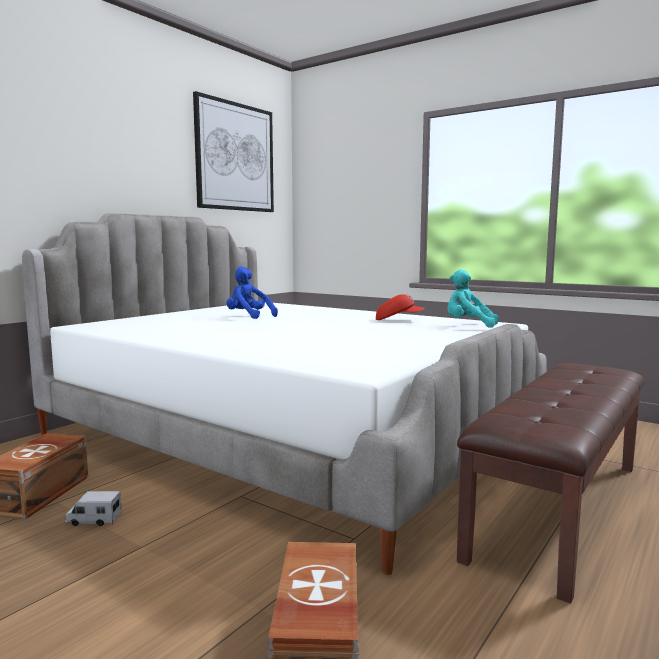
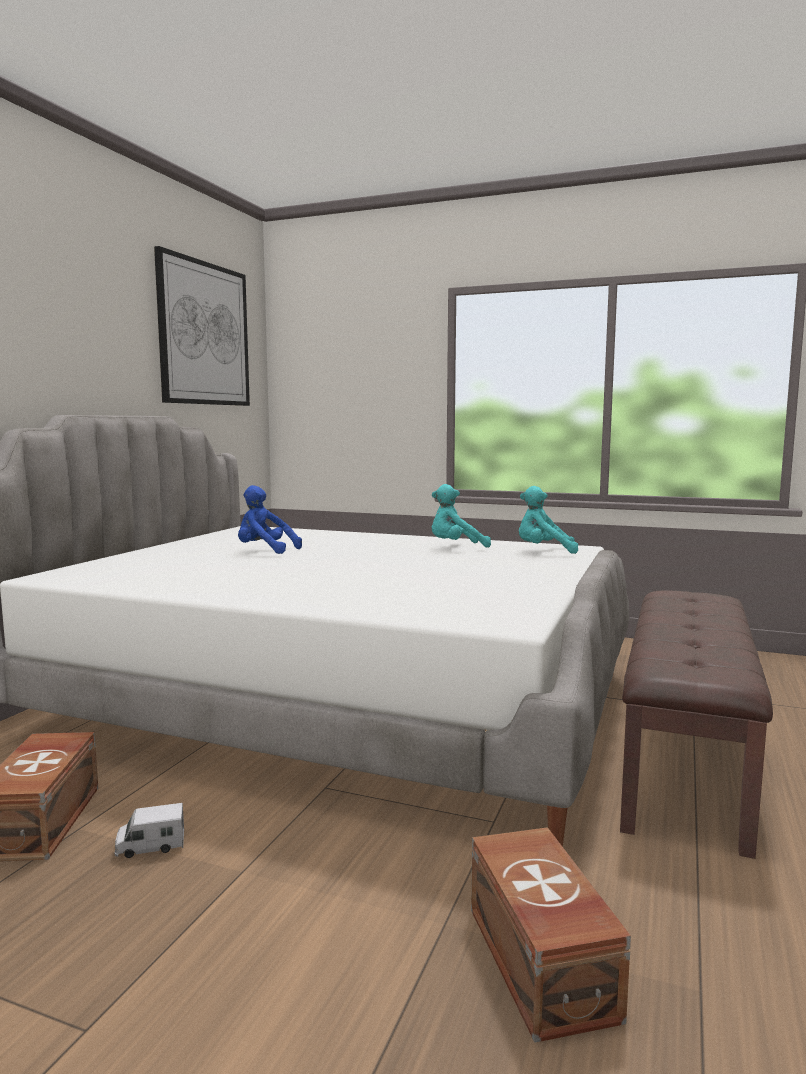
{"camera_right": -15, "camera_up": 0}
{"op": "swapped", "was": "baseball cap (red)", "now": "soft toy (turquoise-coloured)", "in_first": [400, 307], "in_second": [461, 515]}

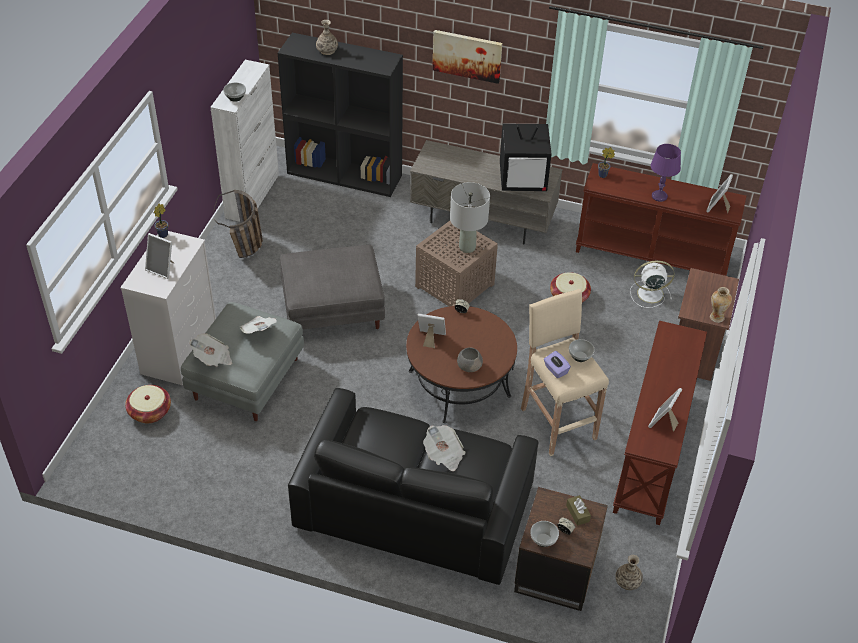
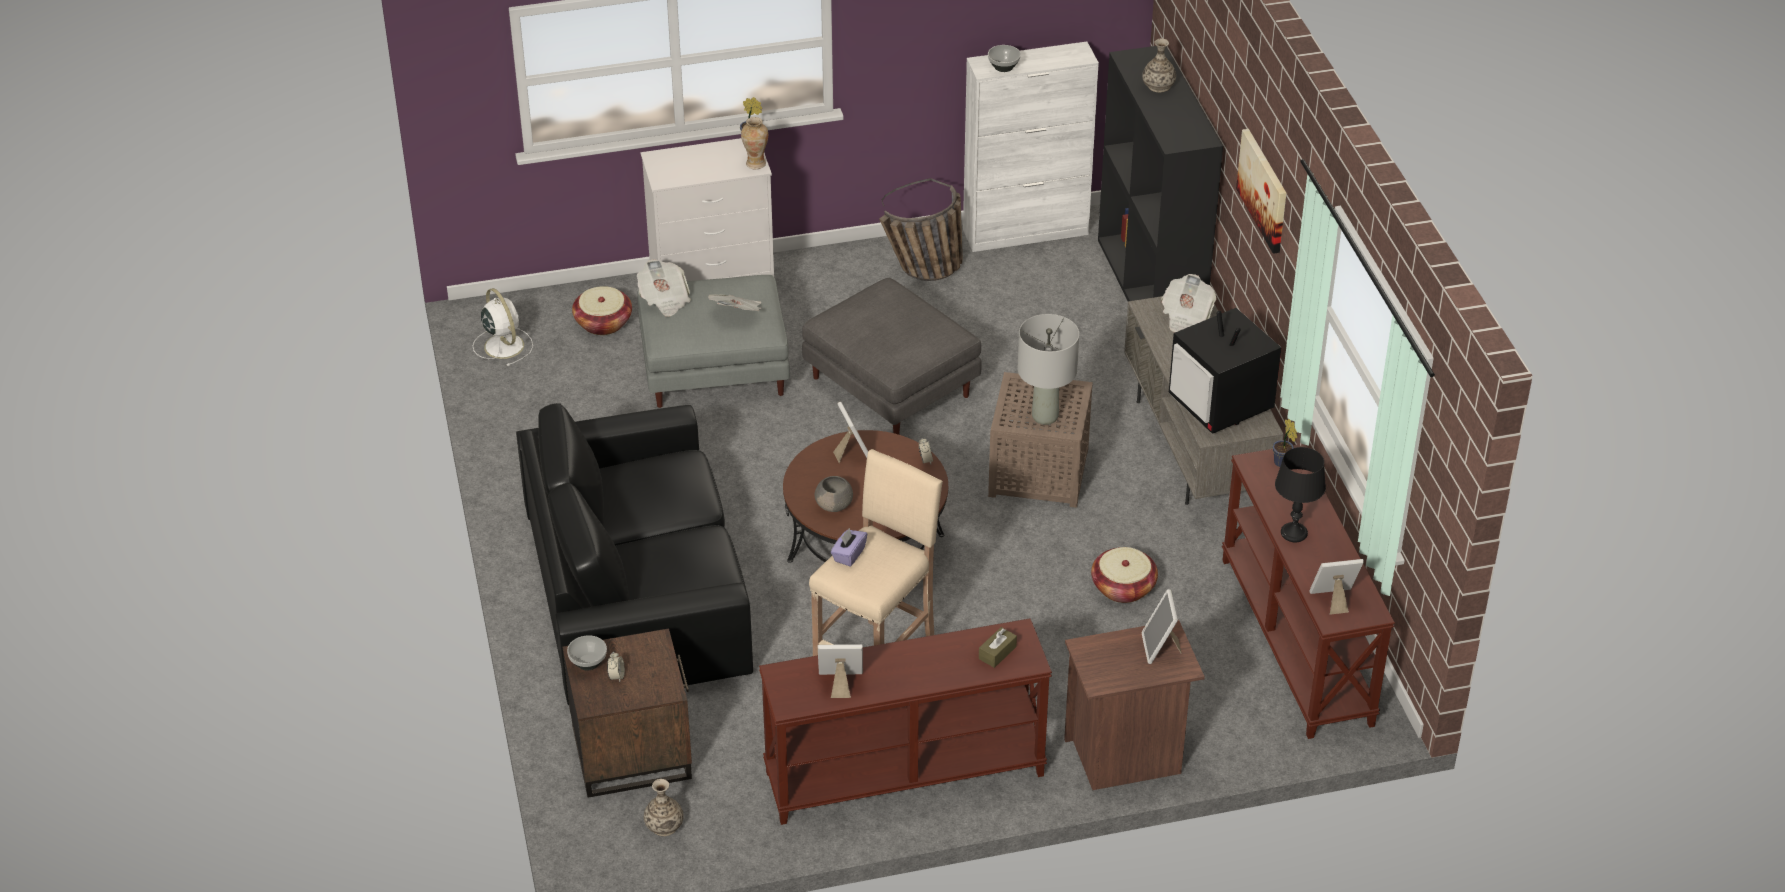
{"camera_right": 60, "camera_up": -5}
{"op": "shifted", "was": "picture frame", "in_first": [159, 256], "in_second": [1161, 626]}
{"op": "shifted", "was": "daily paper", "in_first": [444, 448], "in_second": [1188, 303]}
{"op": "shifted", "was": "tissue box (brownish)", "in_first": [578, 510], "in_second": [998, 647]}
{"op": "gone", "was": "bowl", "in_first": [582, 350]}
{"op": "shifted", "was": "electric fan (white-coloured)", "in_first": [652, 284], "in_second": [503, 327]}
{"op": "repainted", "was": "lamp for a table (purple-coloured)", "now": "lamp for a table (black-coloured)", "in_first": [666, 173], "in_second": [1300, 494]}
{"op": "shifted", "was": "flower vase", "in_first": [721, 305], "in_second": [754, 143]}

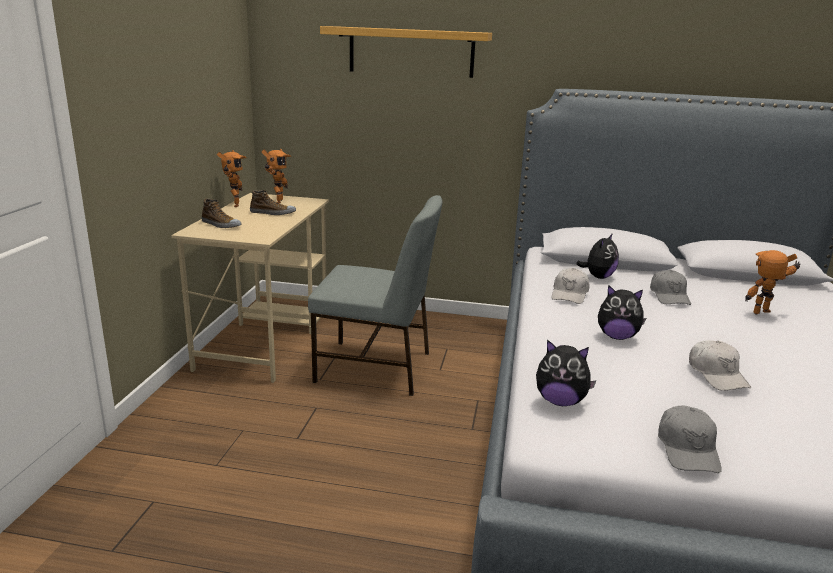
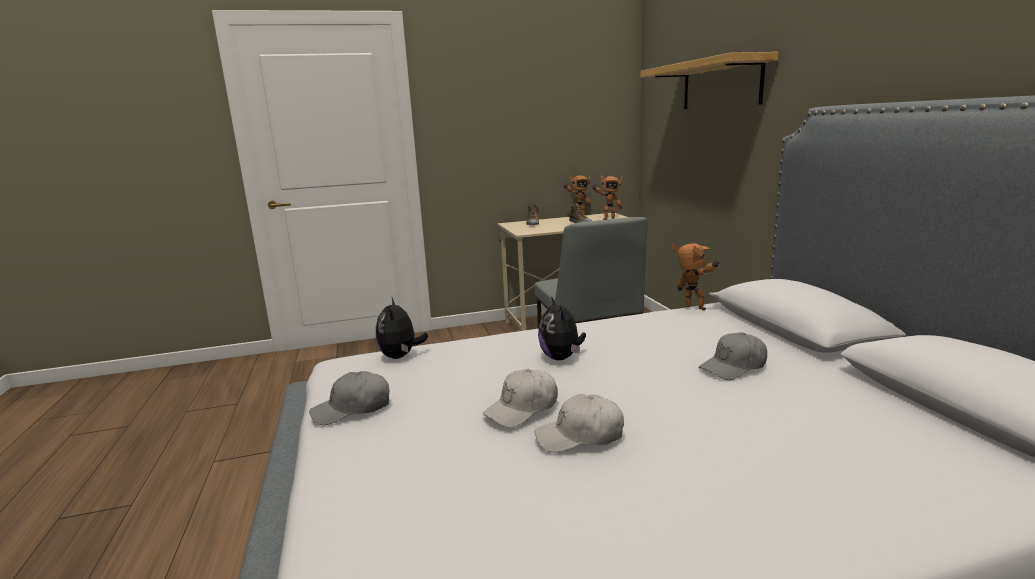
{"camera_right": 65, "camera_up": -5}
{"op": "shifted", "was": "baseball cap (white-coloured)", "in_first": [570, 286], "in_second": [579, 423]}
{"op": "gone", "was": "soft toy", "in_first": [597, 256]}
{"op": "shifted", "was": "toy robot", "in_first": [773, 282], "in_second": [695, 276]}

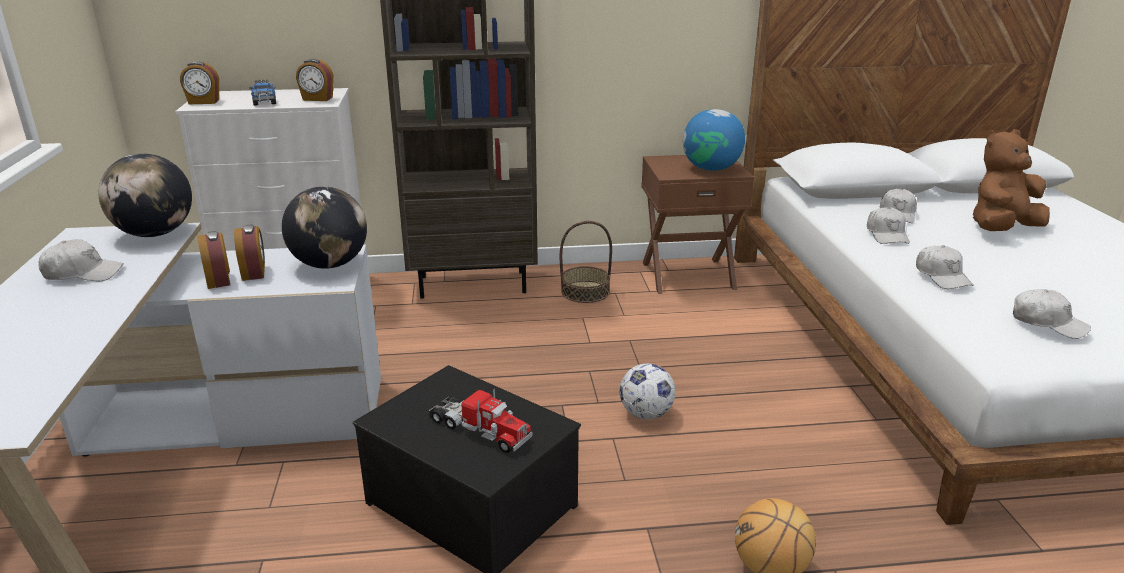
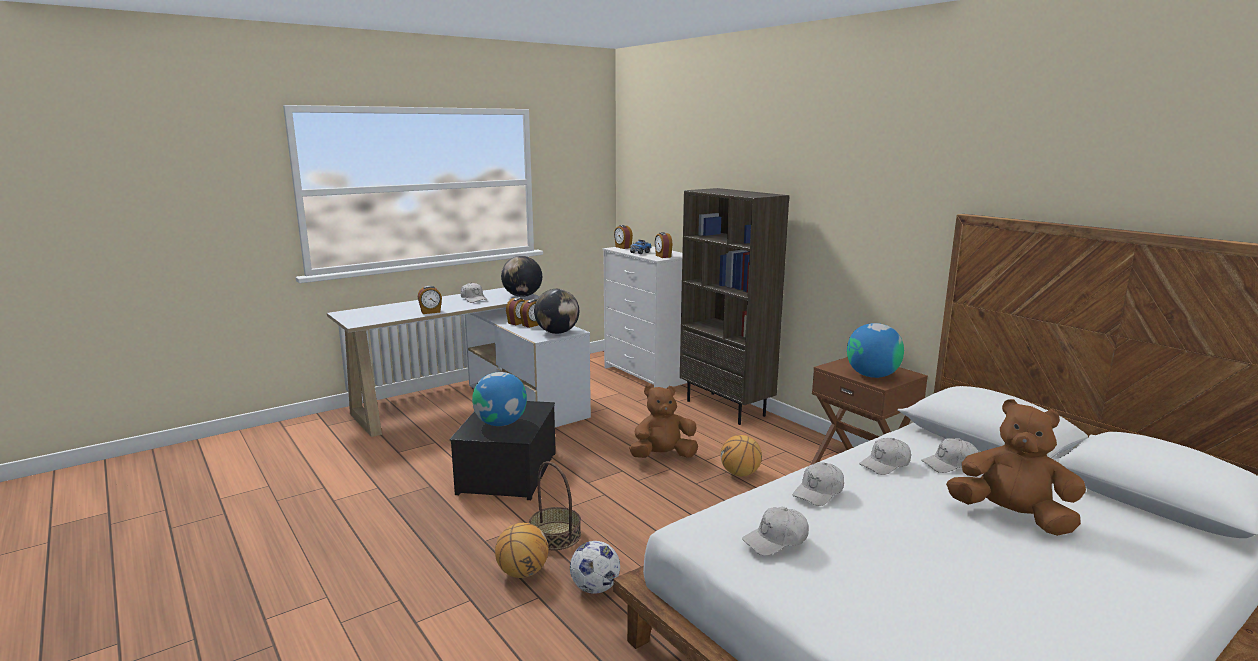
{"camera_right": 60, "camera_up": -10}
{"op": "swapped", "was": "toy truck", "now": "world globe", "in_first": [481, 420], "in_second": [499, 399]}
{"op": "shifted", "was": "household basket", "in_first": [586, 262], "in_second": [555, 505]}
{"op": "shifted", "was": "ball for football", "in_first": [648, 391], "in_second": [595, 567]}
{"op": "rotated", "was": "baseball cap (white-coloured)", "in_first": [1052, 314], "in_second": [775, 531], "clockwise": 60}
{"op": "new", "now": "table clock", "in_second": [430, 300]}
{"op": "new", "now": "soft toy (brownish)", "in_second": [663, 422]}
{"op": "new", "now": "basketball", "in_second": [741, 456]}

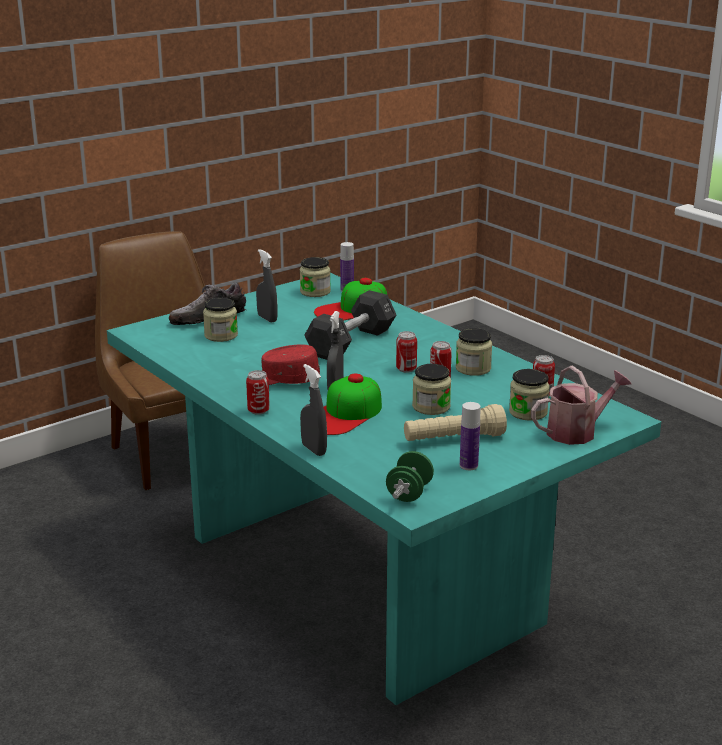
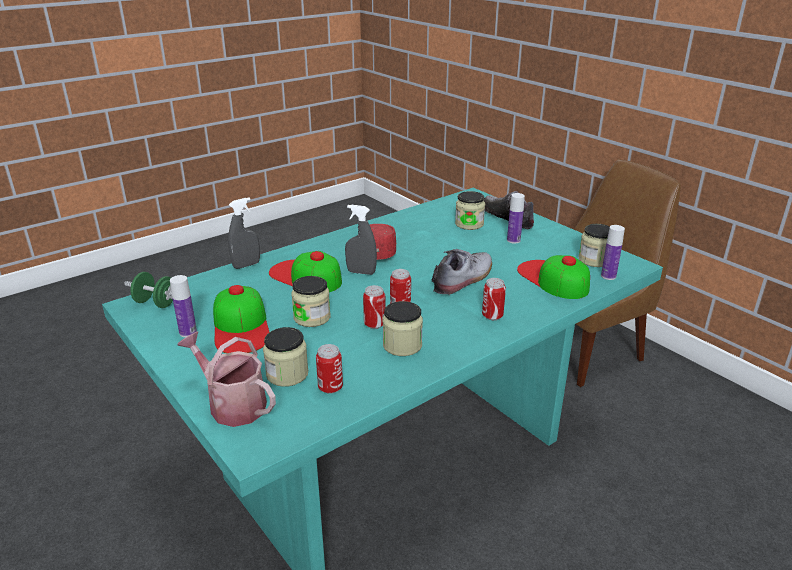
{"camera_right": 90, "camera_up": 5}
{"op": "shifted", "was": "can", "in_first": [258, 392], "in_second": [494, 299]}
{"op": "swapped", "was": "hand sprayer (grey)", "now": "bottle", "in_first": [266, 286], "in_second": [516, 218]}
{"op": "swapped", "was": "free weight (black-coloured)", "now": "shoe", "in_first": [350, 325], "in_second": [461, 272]}
{"op": "swapped", "was": "hand torch (beige)", "now": "baseball cap", "in_first": [455, 422], "in_second": [241, 319]}
{"op": "rotated", "was": "sprinkling can", "in_first": [581, 405], "in_second": [226, 379], "clockwise": 150}

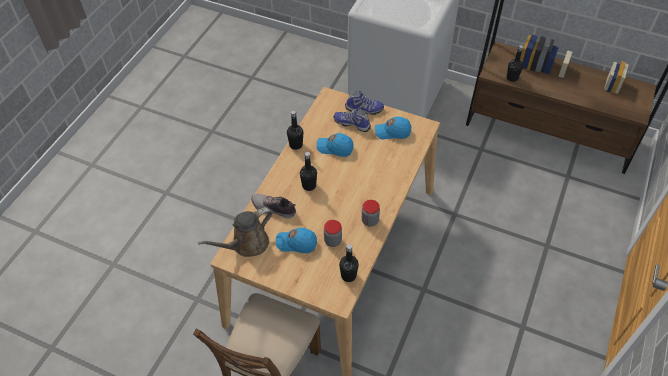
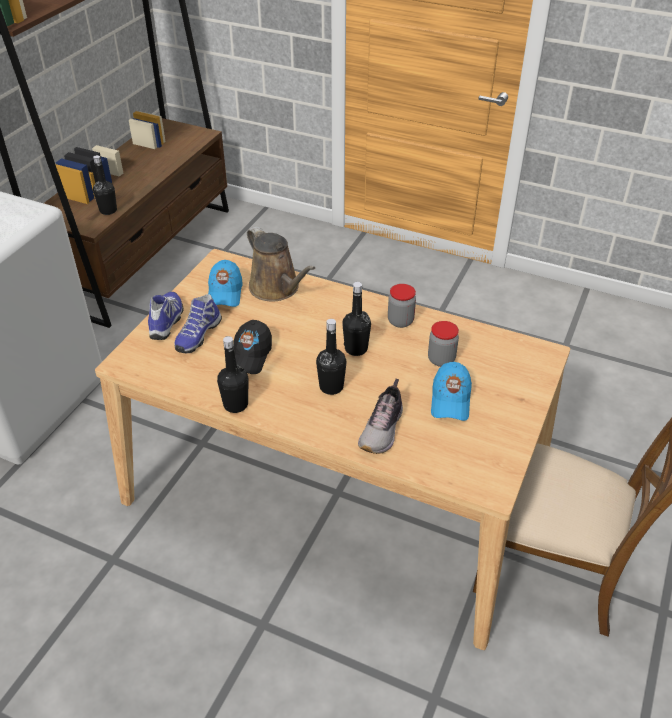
{"camera_right": -90, "camera_up": -10}
{"op": "shifted", "was": "sprinkling can (brownish)", "in_first": [235, 232], "in_second": [281, 264]}
{"op": "repainted", "was": "baseball cap (bluish)", "now": "baseball cap (black-coloured)", "in_first": [334, 145], "in_second": [253, 347]}
{"op": "shifted", "was": "bottle (black-coloured)", "in_first": [349, 263], "in_second": [356, 319]}

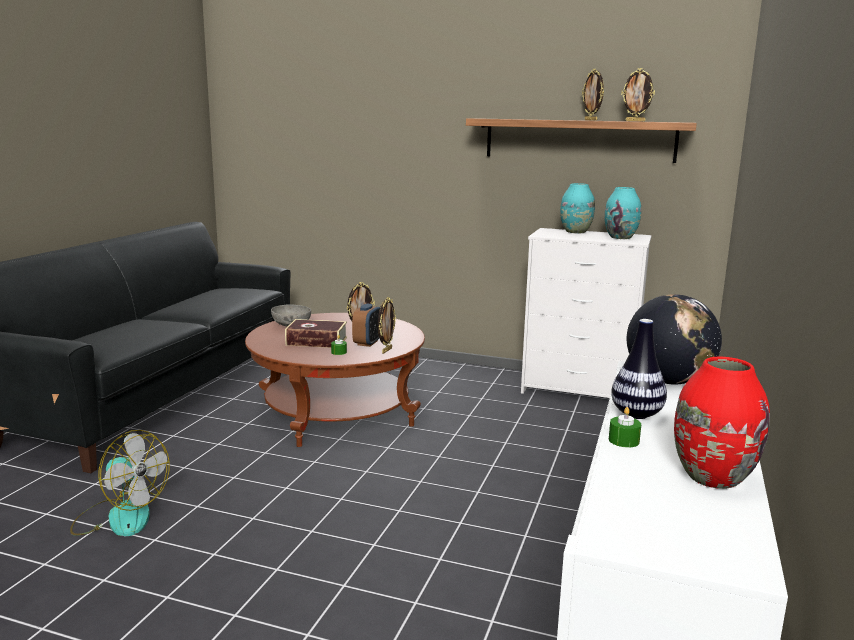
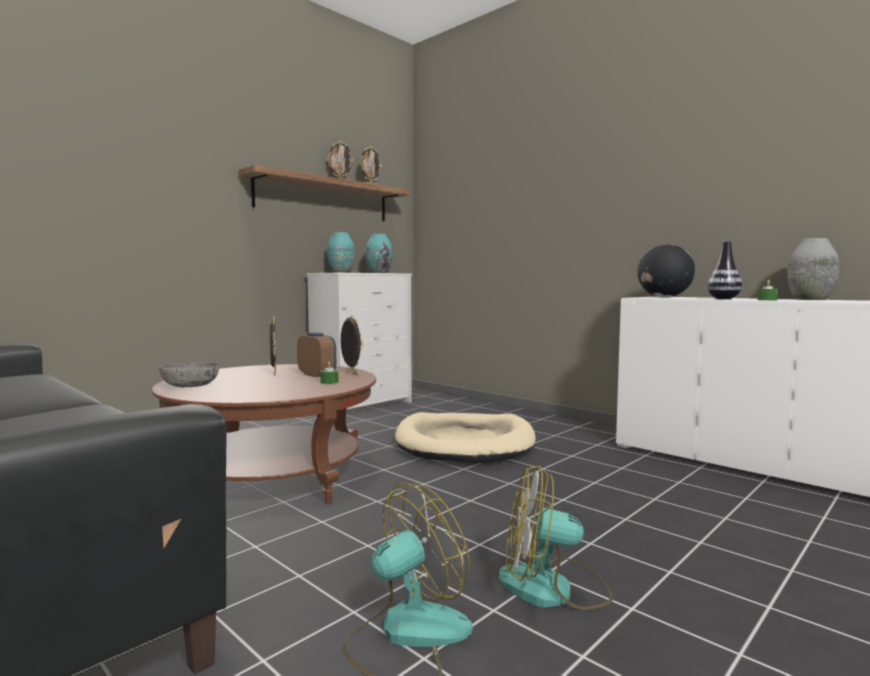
{"camera_right": -65, "camera_up": -10}
{"op": "gone", "was": "bound book", "in_first": [316, 333]}
{"op": "repainted", "was": "flower vase (red)", "now": "flower vase (grey)", "in_first": [722, 423], "in_second": [813, 269]}
{"op": "new", "now": "dog cushion (beige)", "in_second": [465, 438]}
{"op": "new", "now": "electric fan", "in_second": [556, 537]}

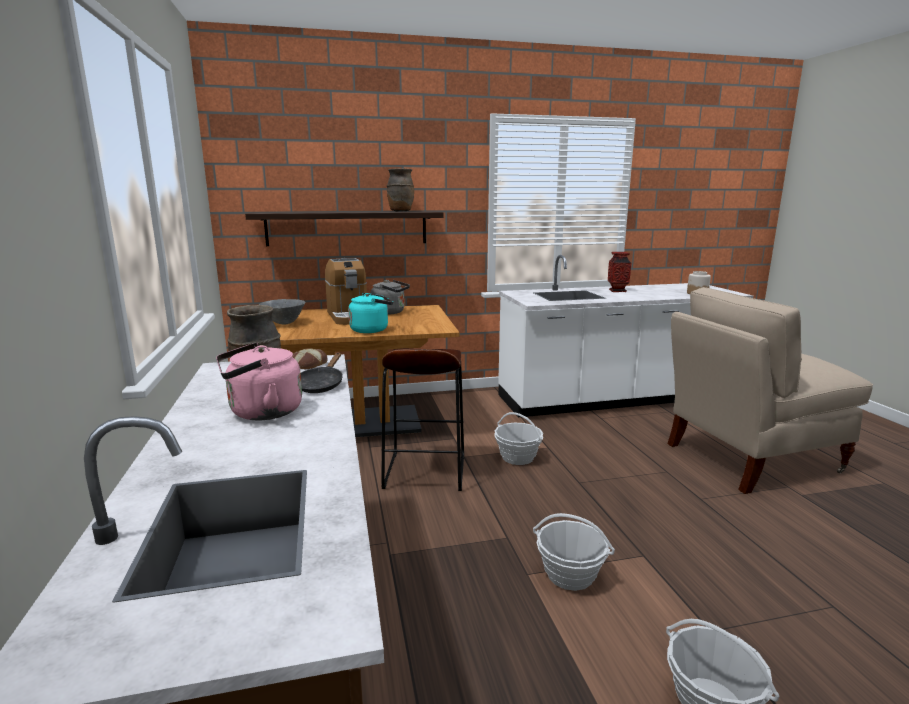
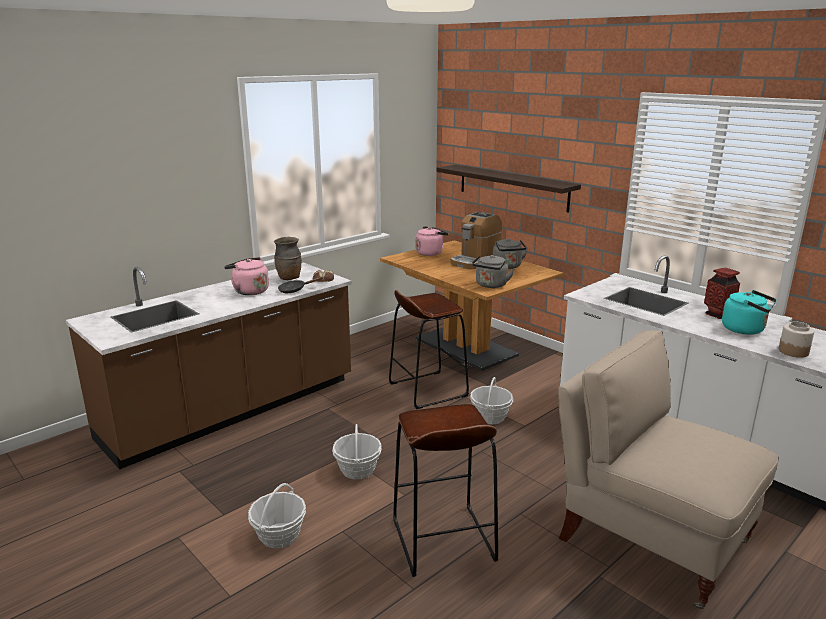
{"camera_right": 60, "camera_up": 5}
{"op": "swapped", "was": "bowl (grey)", "now": "tea kettle (pink-coloured)", "in_first": [282, 311], "in_second": [432, 241]}
{"op": "shifted", "was": "tea kettle (turquoise-coloured)", "in_first": [370, 313], "in_second": [749, 312]}
{"op": "gone", "was": "flower vase (brownish)", "in_first": [400, 190]}
{"op": "new", "now": "sitting stool (brownish)", "in_second": [445, 490]}
{"op": "new", "now": "tea kettle (grey)", "in_second": [493, 271]}

